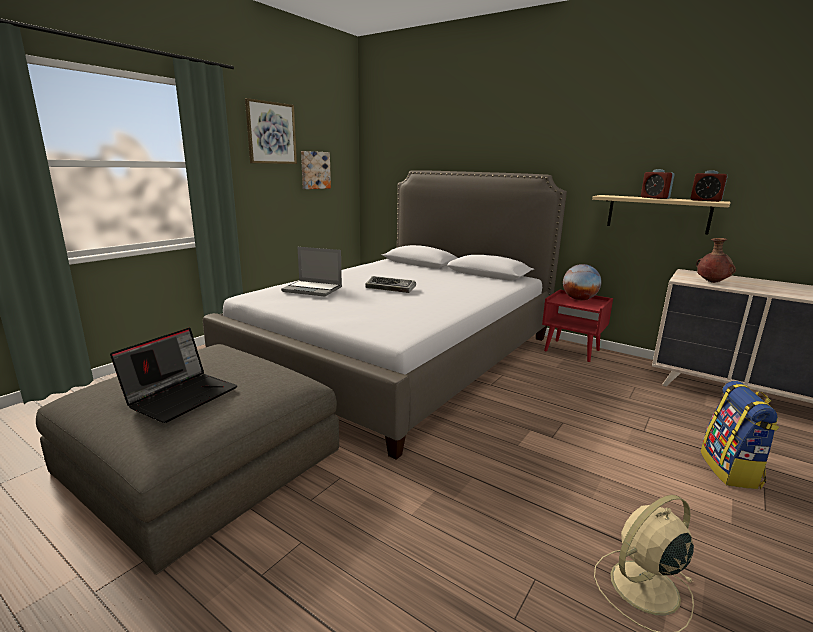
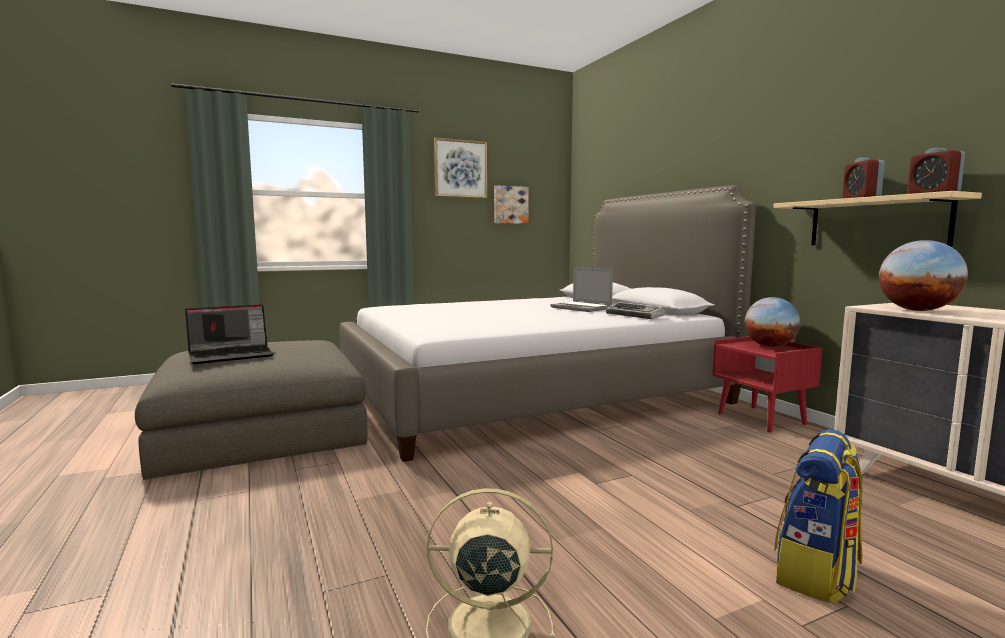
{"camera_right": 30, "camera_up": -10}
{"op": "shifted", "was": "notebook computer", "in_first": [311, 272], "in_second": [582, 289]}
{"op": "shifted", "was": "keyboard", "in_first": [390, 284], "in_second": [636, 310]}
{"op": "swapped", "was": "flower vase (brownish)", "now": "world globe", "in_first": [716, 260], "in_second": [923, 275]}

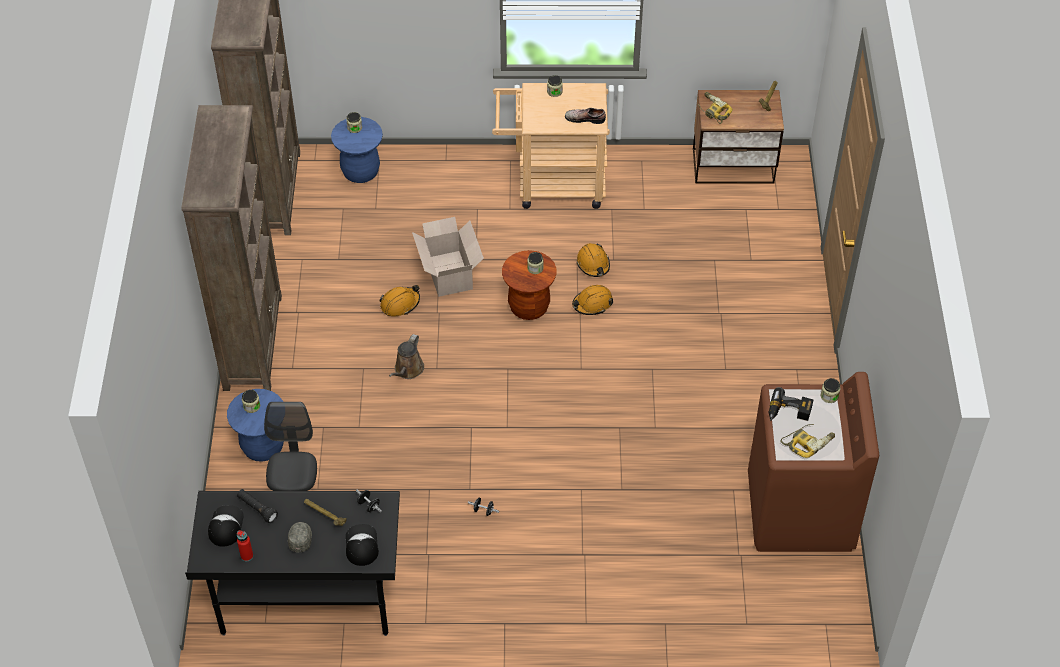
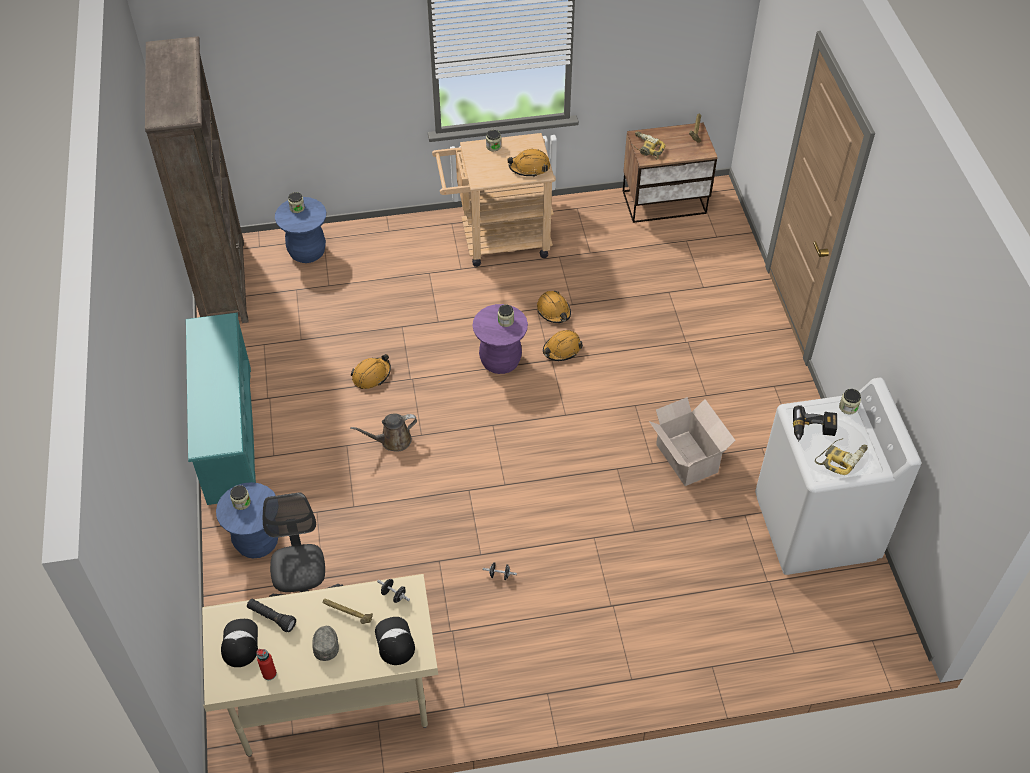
{"camera_right": -10, "camera_up": 0}
{"op": "swapped", "was": "bookshelf (brownish)", "now": "shoe stand (turquoise-coloured)", "in_first": [231, 248], "in_second": [221, 409]}
{"op": "repainted", "was": "desk table (black-coloured)", "now": "desk table (beige)", "in_first": [292, 563], "in_second": [320, 665]}
{"op": "rotated", "was": "sprinkling can (brownish)", "in_first": [406, 356], "in_second": [383, 432], "clockwise": 60}
{"op": "shifted", "was": "carton", "in_first": [448, 257], "in_second": [692, 441]}
{"op": "repainted", "was": "sitting stool (brownish)", "now": "sitting stool (purple-coloured)", "in_first": [529, 285], "in_second": [500, 339]}
{"op": "swapped", "was": "shoe", "now": "hard hat (orange)", "in_first": [585, 116], "in_second": [528, 163]}
{"op": "repainted", "was": "washing machine (brownish)", "now": "washing machine (white-coloured)", "in_first": [813, 462], "in_second": [838, 476]}

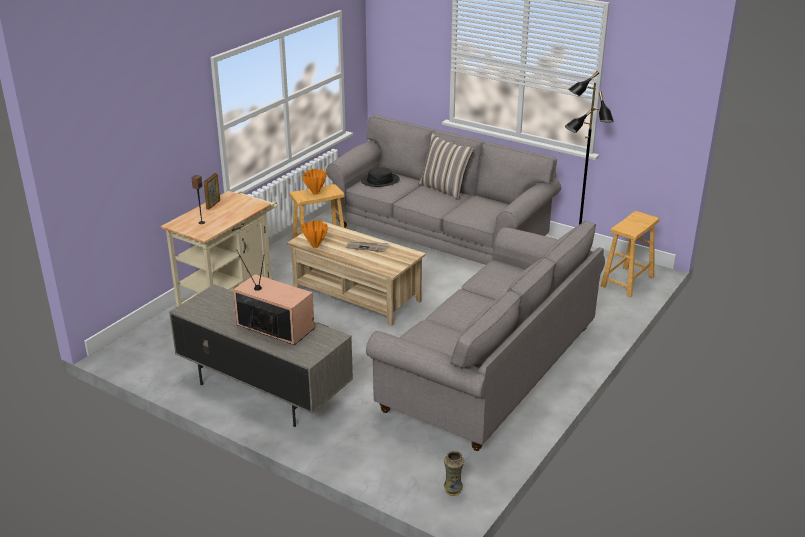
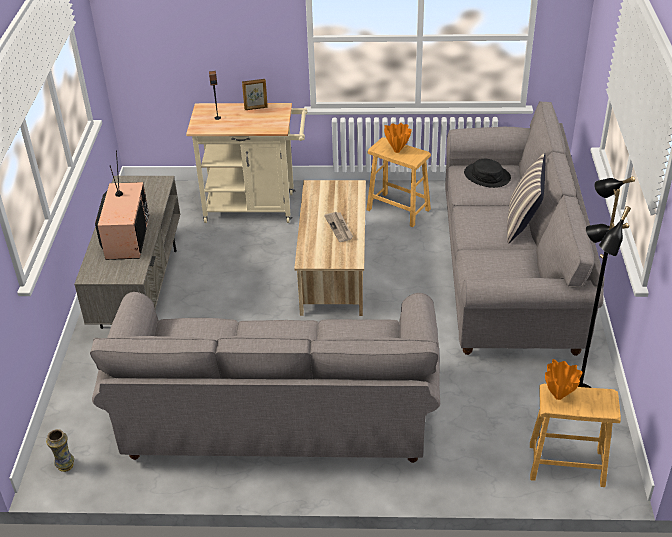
{"camera_right": 60, "camera_up": 10}
{"op": "shifted", "was": "flower vase (orange)", "in_first": [314, 234], "in_second": [564, 379]}

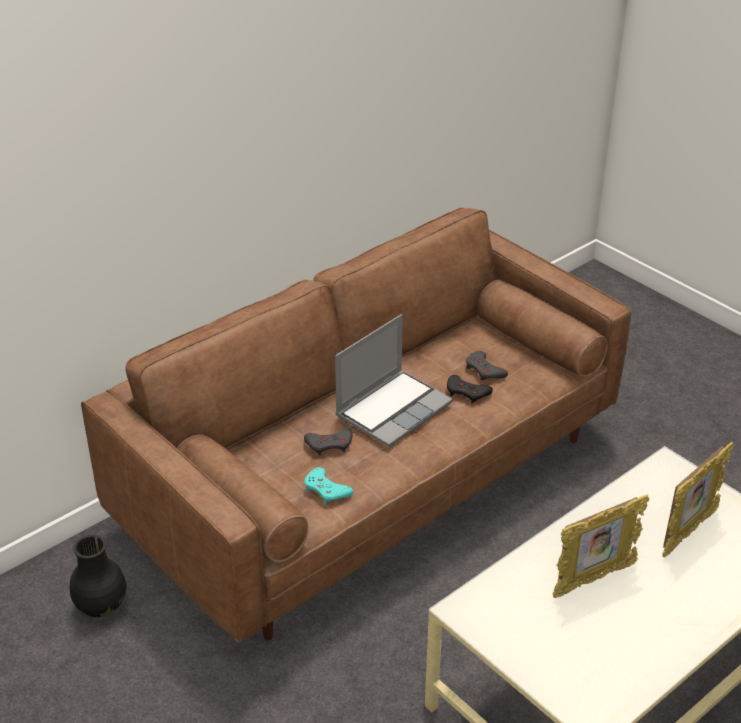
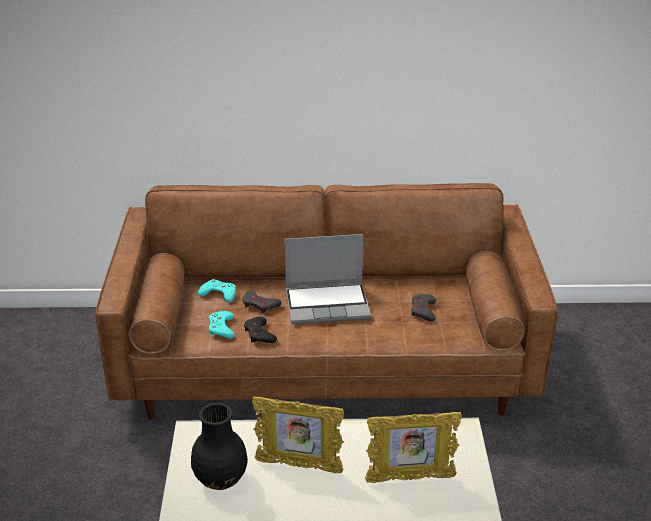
{"camera_right": 40, "camera_up": -5}
{"op": "shifted", "was": "flower vase (black-coloured)", "in_first": [98, 576], "in_second": [219, 446]}
{"op": "shifted", "was": "gamepad (black-coloured)", "in_first": [470, 389], "in_second": [260, 330]}
{"op": "new", "now": "gamepad (turquoise-coloured)", "in_second": [217, 291]}

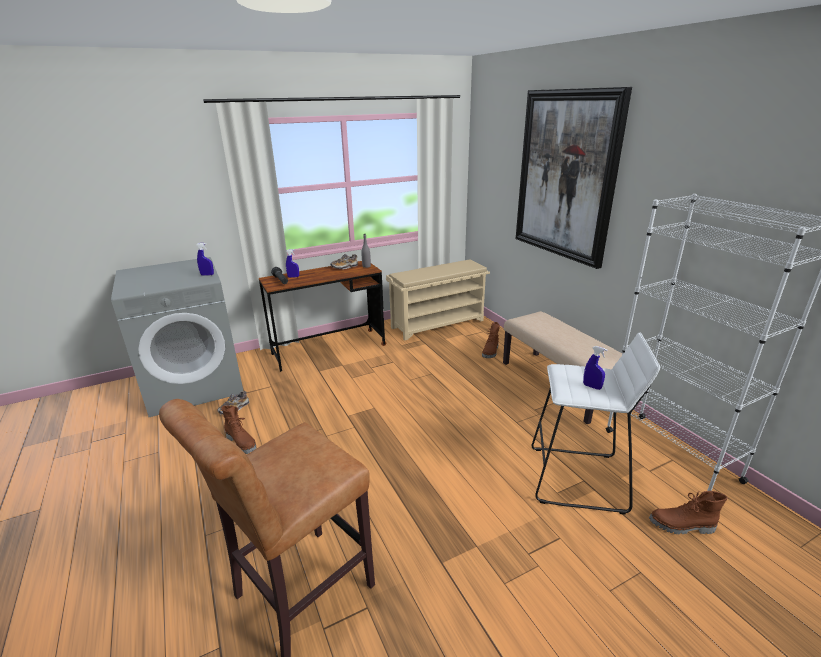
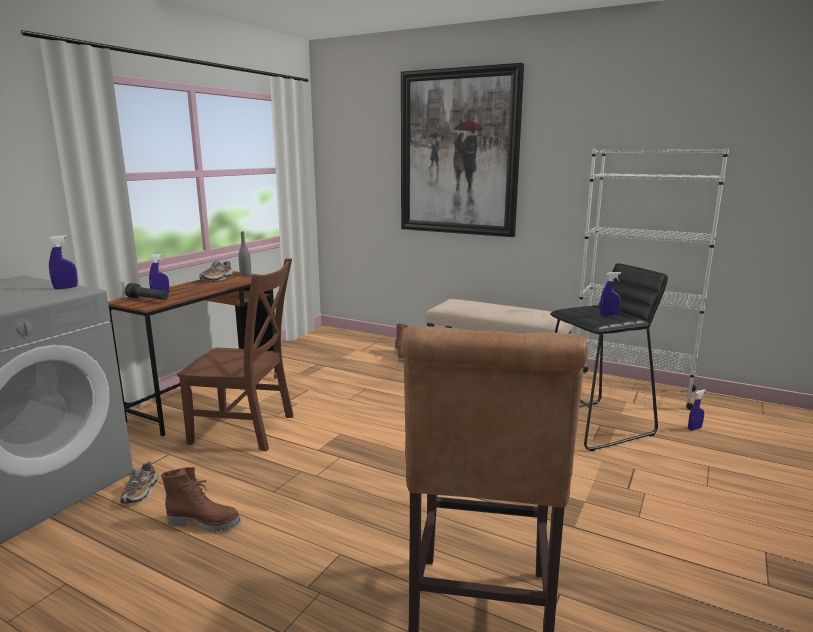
{"camera_right": -35, "camera_up": -10}
{"op": "gone", "was": "shoe stand (beige)", "in_first": [438, 300]}
{"op": "repainted", "was": "sitting stool (white-coloured)", "now": "sitting stool (black-coloured)", "in_first": [596, 423], "in_second": [609, 357]}
{"op": "swapped", "was": "tall boot (brownish)", "now": "hand sprayer (bluish)", "in_first": [688, 512], "in_second": [697, 410]}
{"op": "new", "now": "upright chair (brownish)", "in_second": [235, 354]}

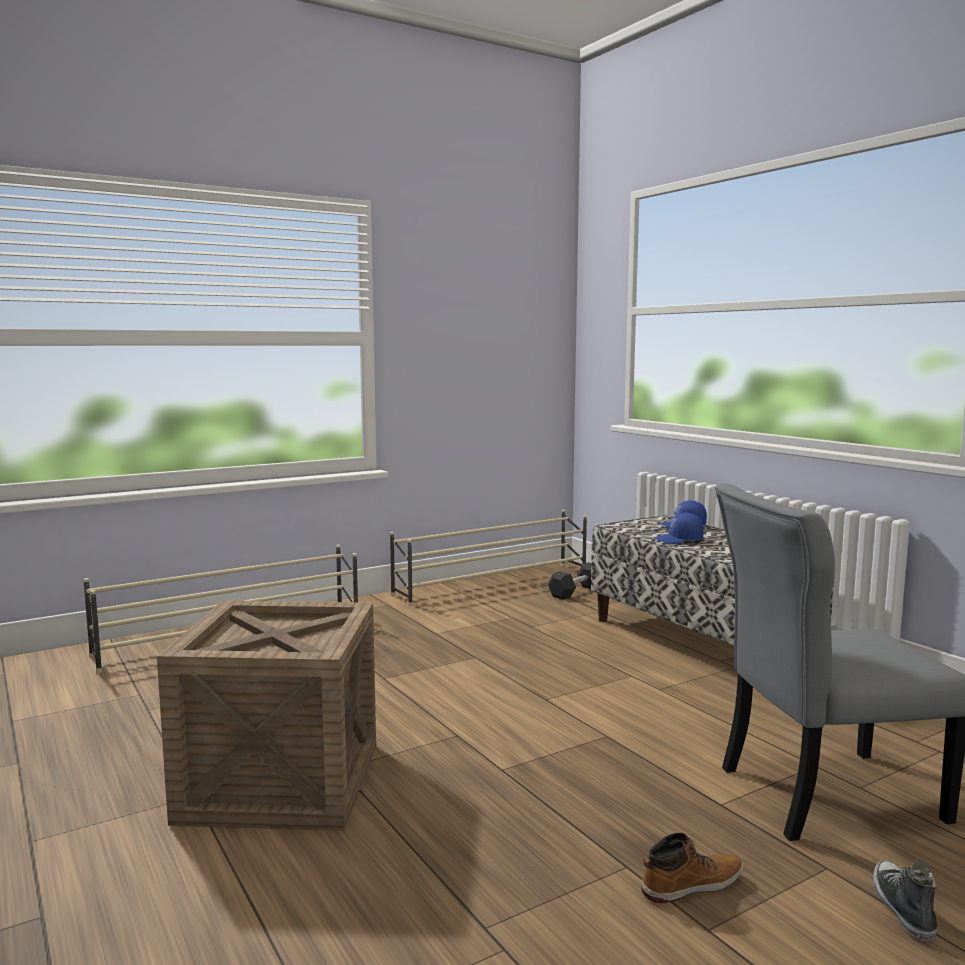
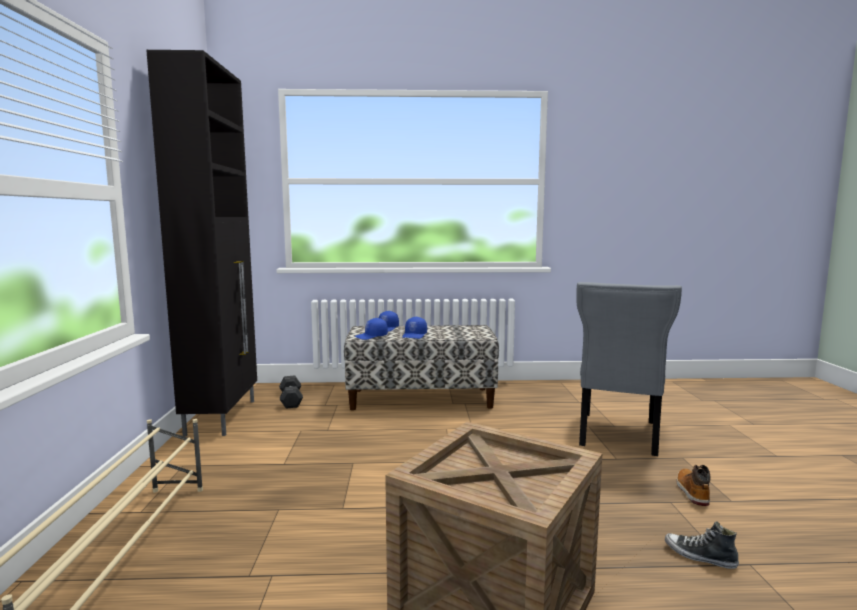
{"camera_right": -60, "camera_up": 0}
{"op": "swapped", "was": "shoe stand (beige)", "now": "cupboard (black-coloured)", "in_first": [488, 558], "in_second": [201, 243]}
{"op": "shifted", "was": "shoe", "in_first": [905, 900], "in_second": [702, 545]}
{"op": "new", "now": "baseball cap (bluish)", "in_second": [371, 329]}

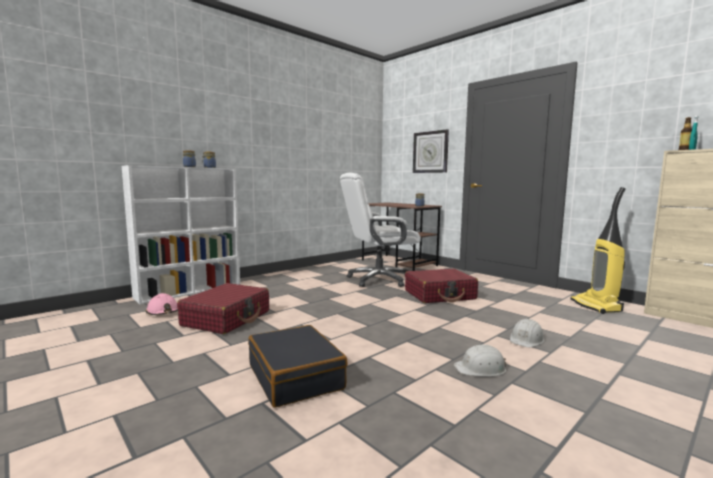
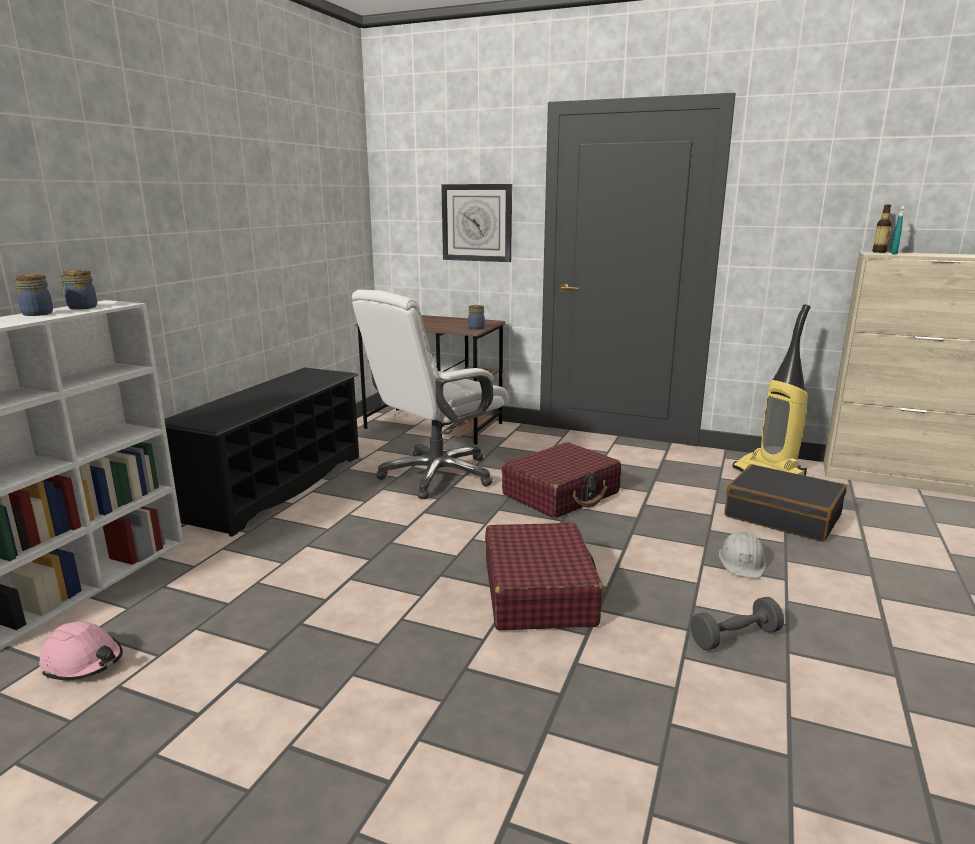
{"camera_right": -25, "camera_up": 10}
{"op": "shifted", "was": "suitcase (red)", "in_first": [223, 308], "in_second": [544, 576]}
{"op": "shifted", "was": "suitcase (black-coloured)", "in_first": [298, 366], "in_second": [786, 503]}
{"op": "swapped", "was": "hard hat (white-coloured)", "now": "free weight (grey)", "in_first": [480, 361], "in_second": [737, 623]}
{"op": "new", "now": "shoe stand (black-coloured)", "in_second": [261, 452]}

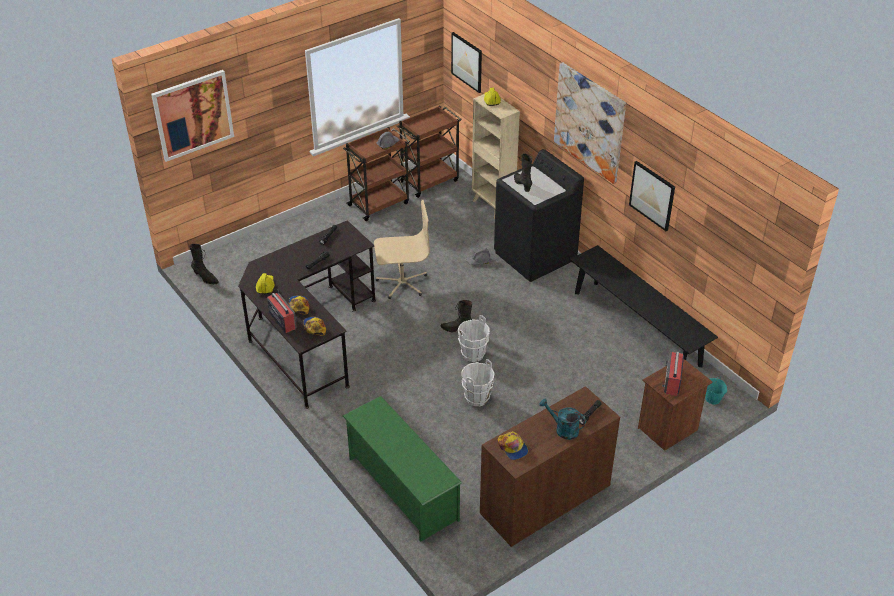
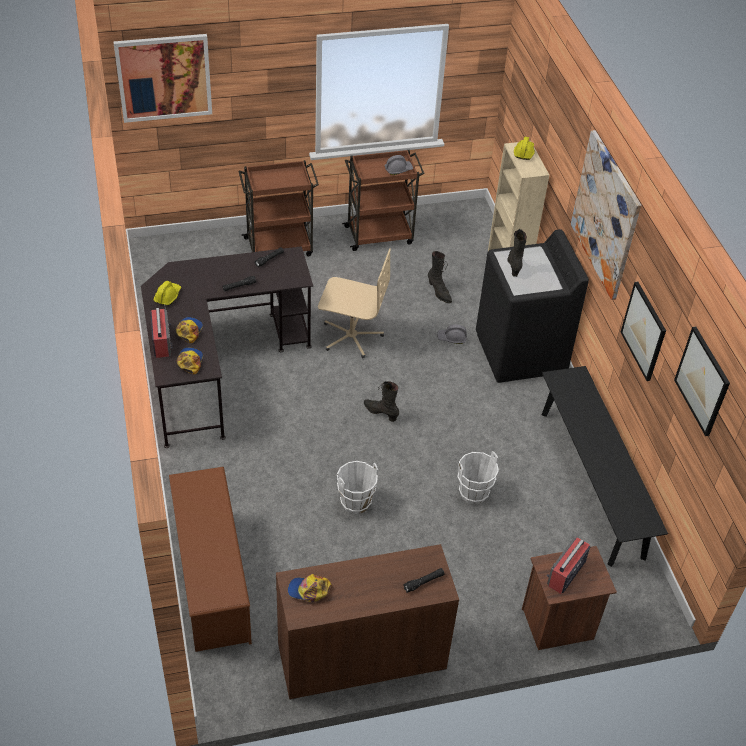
{"camera_right": 20, "camera_up": 5}
{"op": "shifted", "was": "tall boot (black-coloured)", "in_first": [204, 264], "in_second": [440, 277]}
{"op": "repainted", "was": "shoe stand (greenish)", "now": "shoe stand (brownish)", "in_first": [402, 469], "in_second": [210, 559]}
{"op": "shifted", "was": "trolley (brownish)", "in_first": [429, 152], "in_second": [278, 208]}
{"op": "shifted", "was": "wall picture", "in_first": [466, 62], "in_second": [702, 381]}
{"op": "shifted", "was": "bucket (white-coloured)", "in_first": [474, 338], "in_second": [478, 477]}
{"op": "rotated", "was": "baseball cap", "in_first": [513, 445], "in_second": [310, 588], "clockwise": 105}
{"op": "gone", "was": "sprinkling can (turquoise-coloured)", "in_first": [562, 419]}
{"op": "gone", "was": "bucket (turquoise-coloured)", "in_first": [716, 390]}

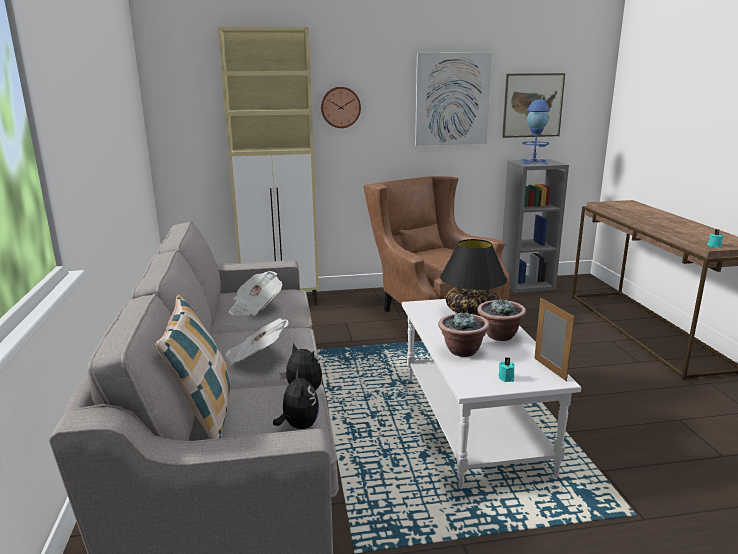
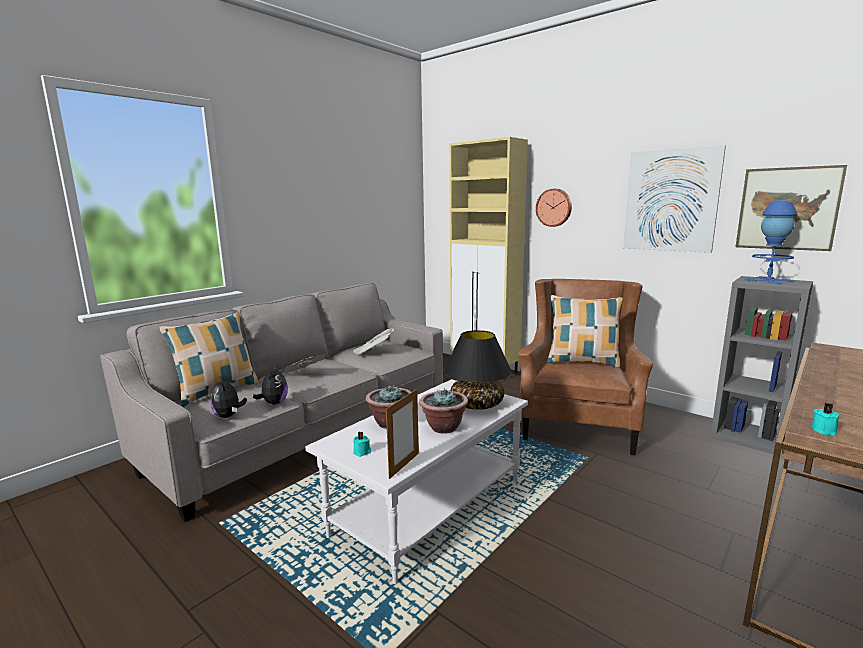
{"camera_right": 50, "camera_up": -5}
{"op": "rotated", "was": "soft toy", "in_first": [296, 399], "in_second": [228, 397], "clockwise": 120}
{"op": "new", "now": "cushion", "in_second": [585, 331]}

